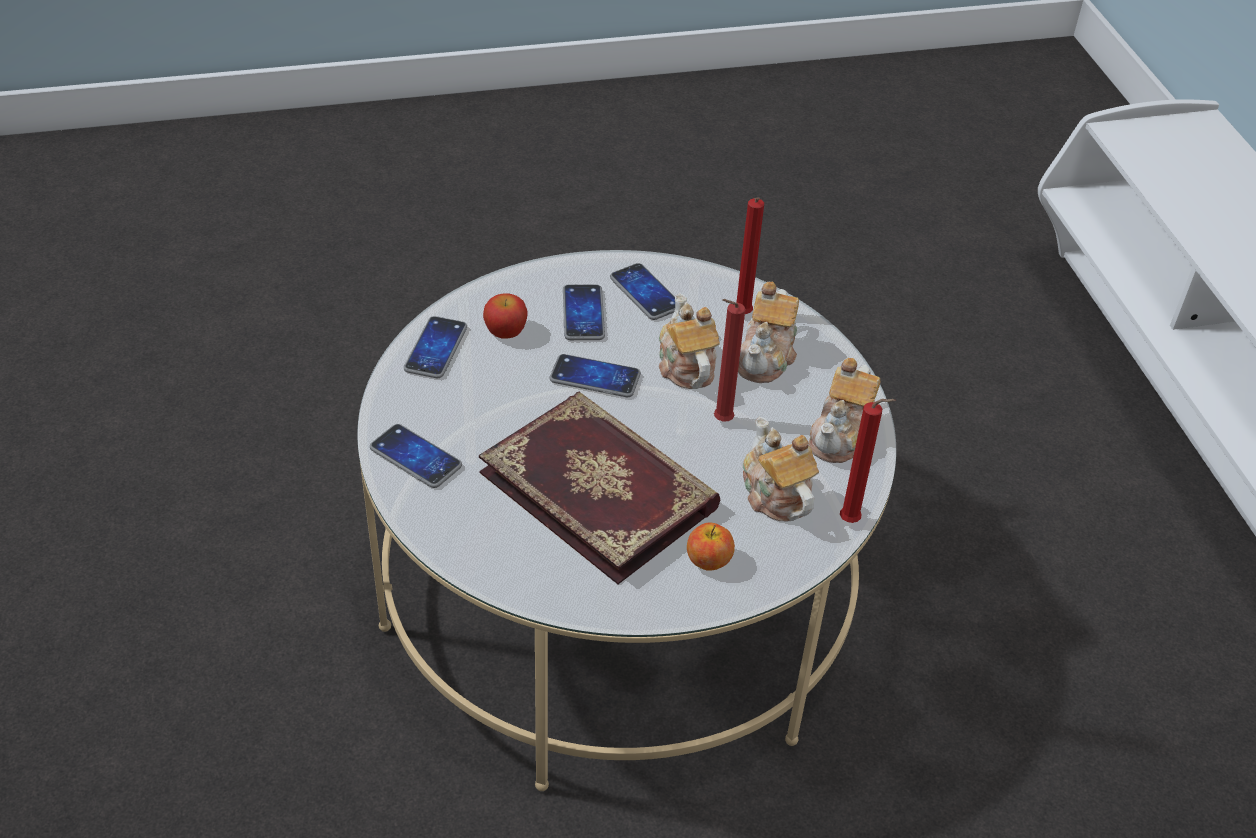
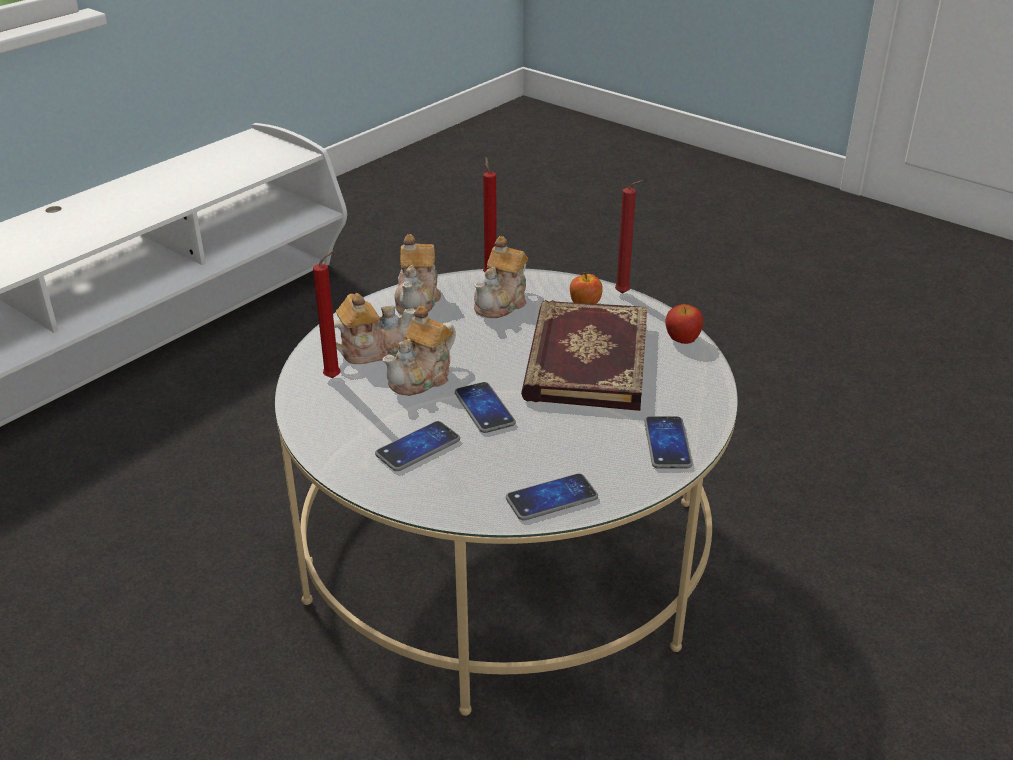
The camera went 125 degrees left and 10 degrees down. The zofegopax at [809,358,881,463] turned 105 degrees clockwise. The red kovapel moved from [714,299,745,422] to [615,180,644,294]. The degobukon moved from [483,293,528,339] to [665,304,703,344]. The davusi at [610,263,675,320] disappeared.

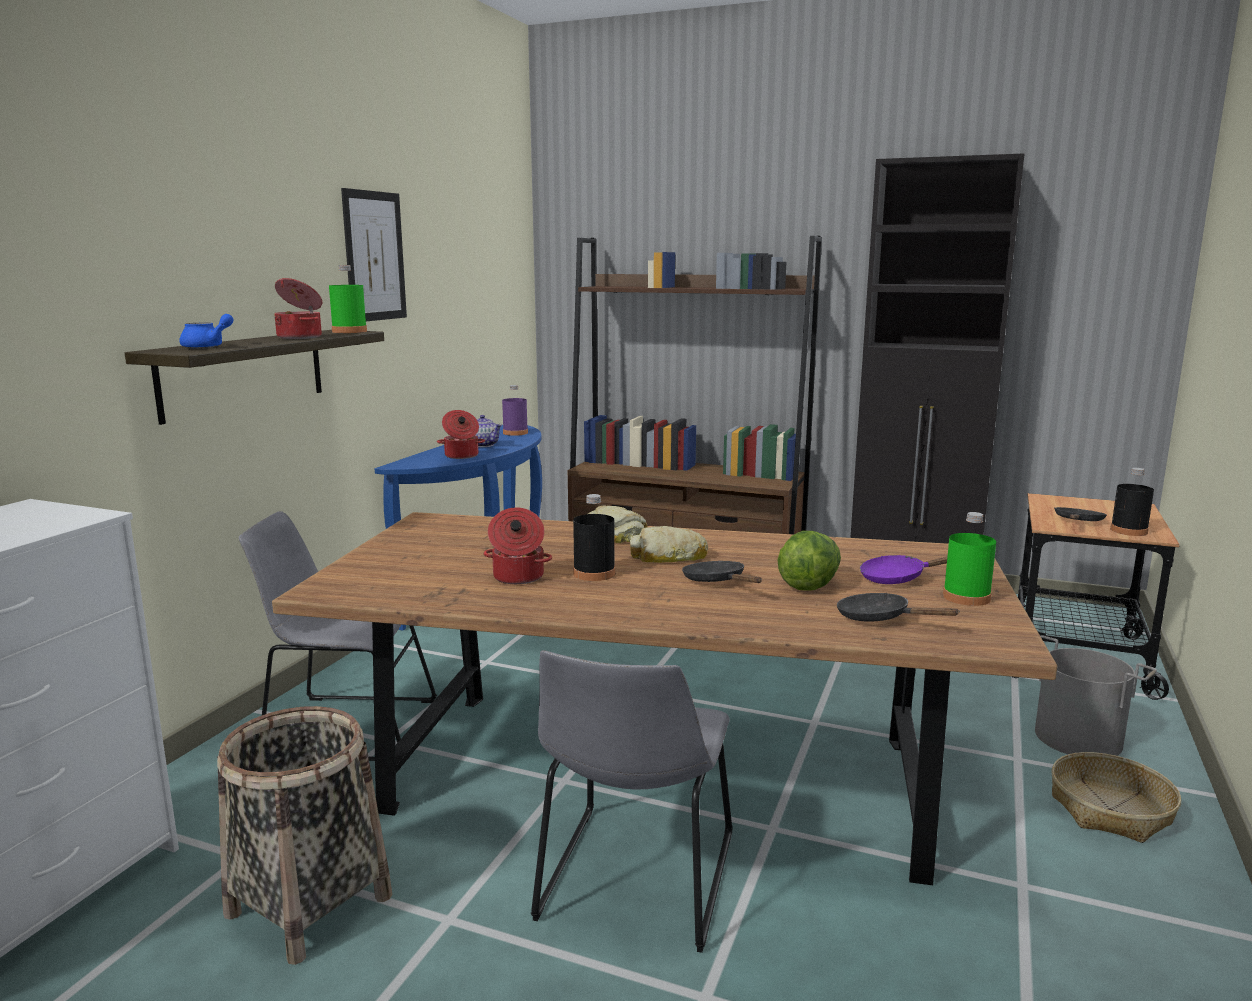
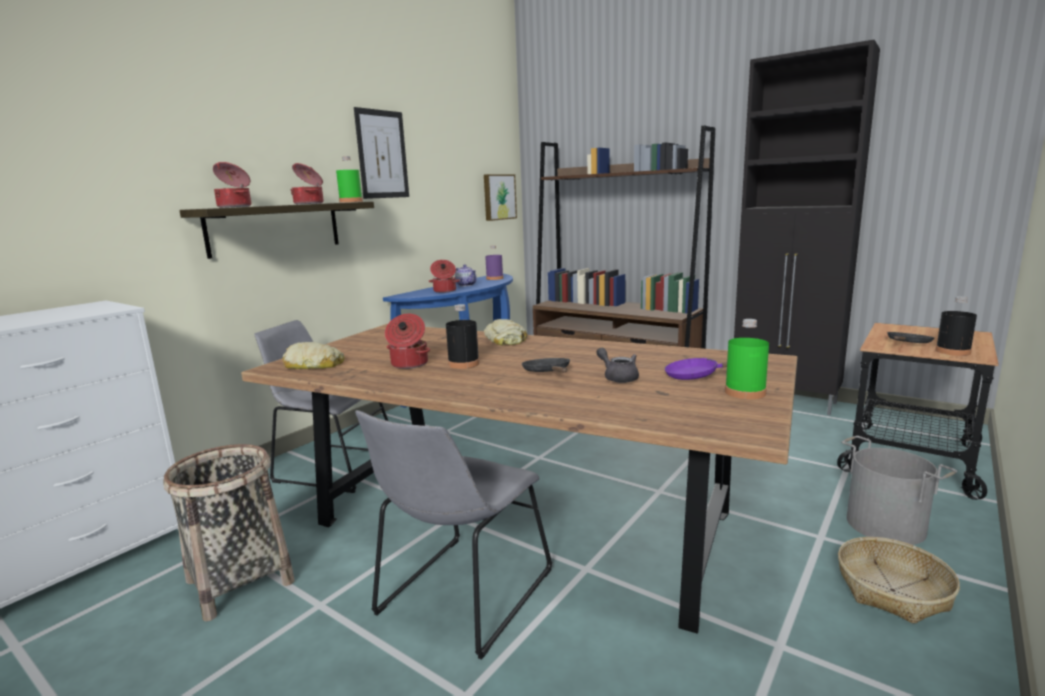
The camera went 15 degrees right and 0 degrees up. The blue zofegopax at [179,314,234,348] was replaced by the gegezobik at [213,162,251,208]. The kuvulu moved from [630,526,708,563] to [283,342,344,369]. The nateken at [484,174,517,221] appeared. The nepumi at [777,531,841,591] was replaced by the grey zofegopax at [596,348,639,383]. The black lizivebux at [837,593,960,622] disappeared.

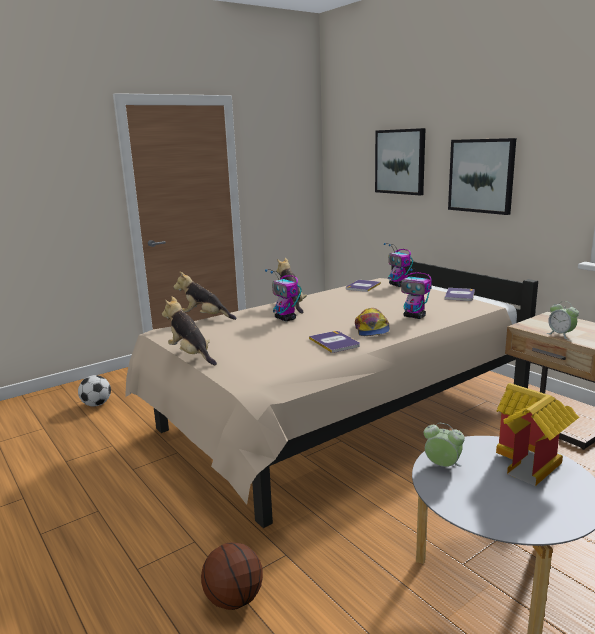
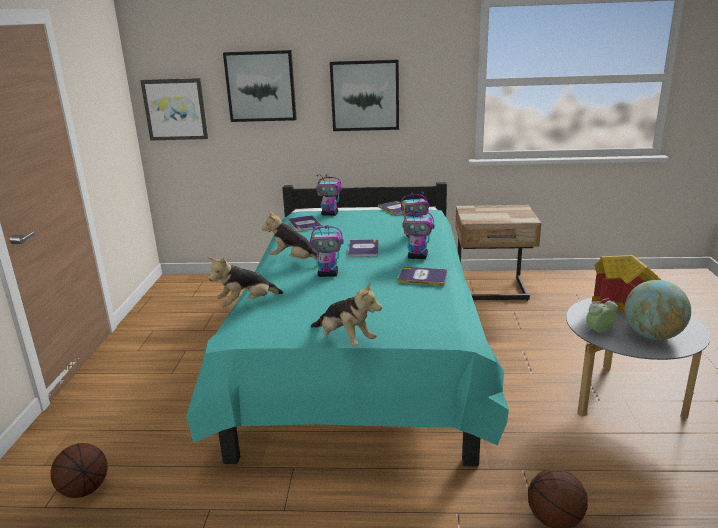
The camera went 50 degrees left and 5 degrees up. The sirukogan at [78,375,111,407] was replaced by the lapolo at [50,443,108,498]. The nateken at [140,78,208,140] appeared. The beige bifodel at [125,261,538,528] became the turquoise bifodel at [186,182,509,466]. The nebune at [162,296,217,365] turned 135 degrees counterclockwise. The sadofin at [348,239,378,257] appeared. The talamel at [355,308,390,336] was replaced by the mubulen at [402,209,434,259]. The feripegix at [624,280,691,340] appeared. The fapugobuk at [547,301,579,340] disappeared.

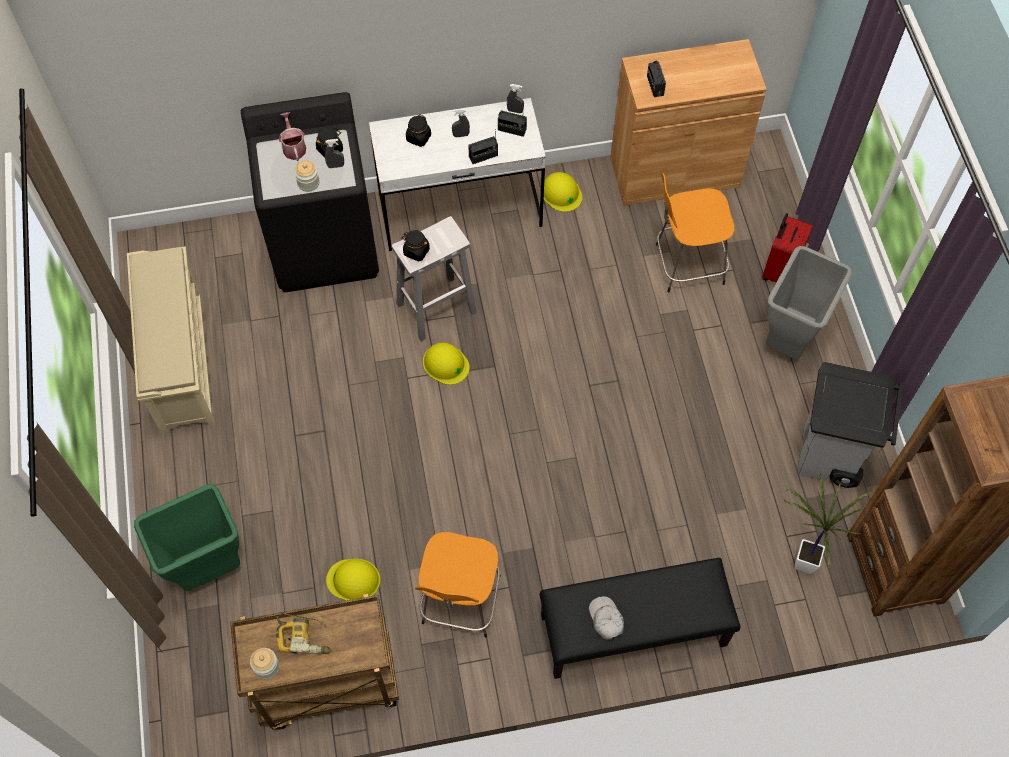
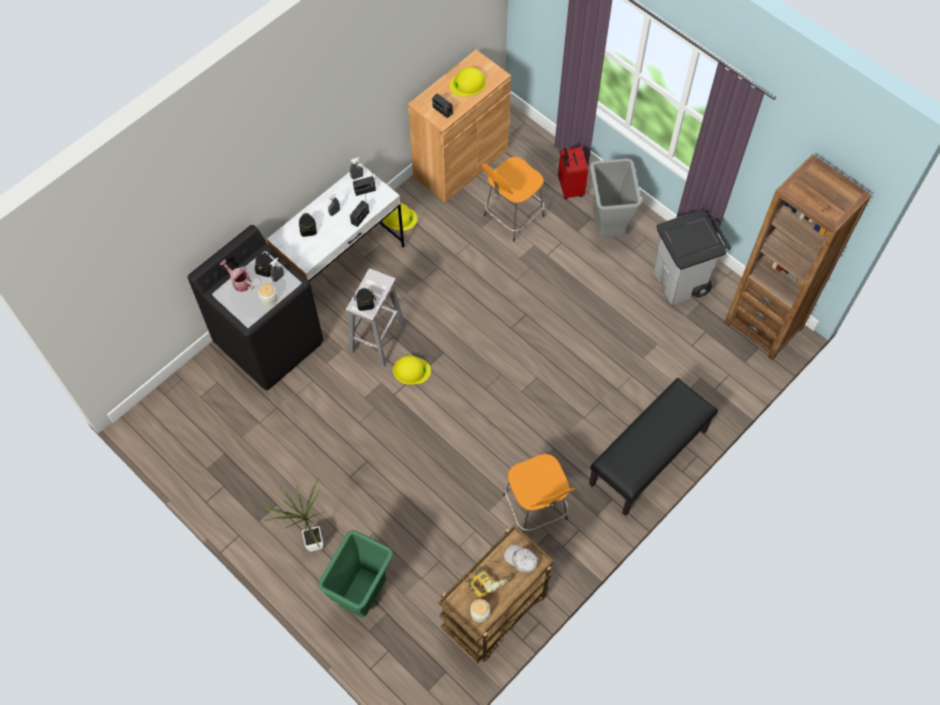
The camera went 35 degrees left and 0 degrees up. The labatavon moved from [783,472,873,574] to [265,477,326,552]. The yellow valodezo moved from [326,559,380,601] to [450,67,486,97]. The white talamel moved from [589,596,624,640] to [504,545,538,573]. The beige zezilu at [127,246,215,435] disappeared.

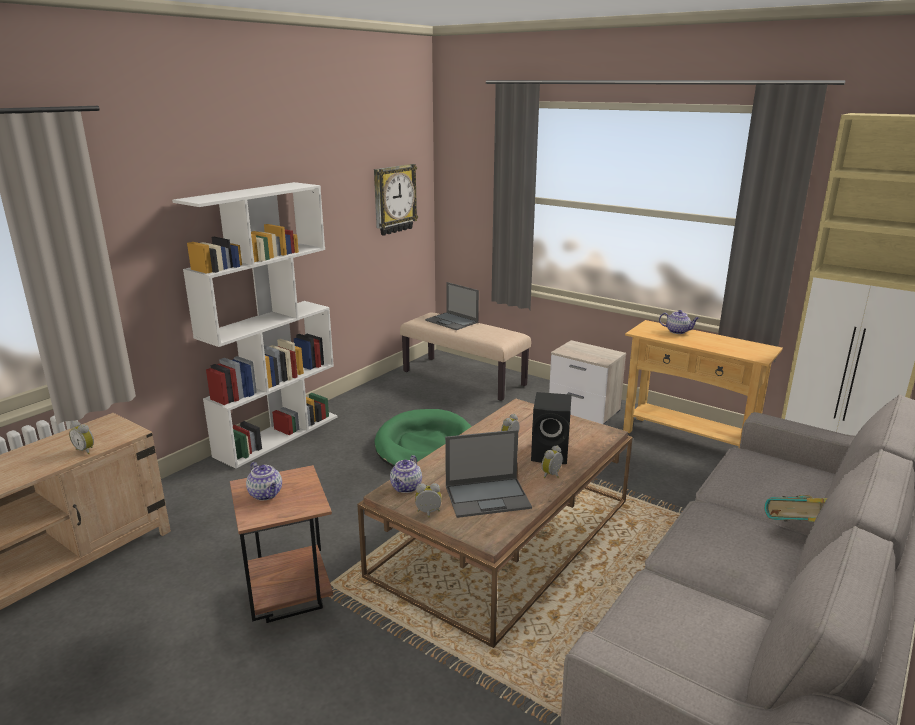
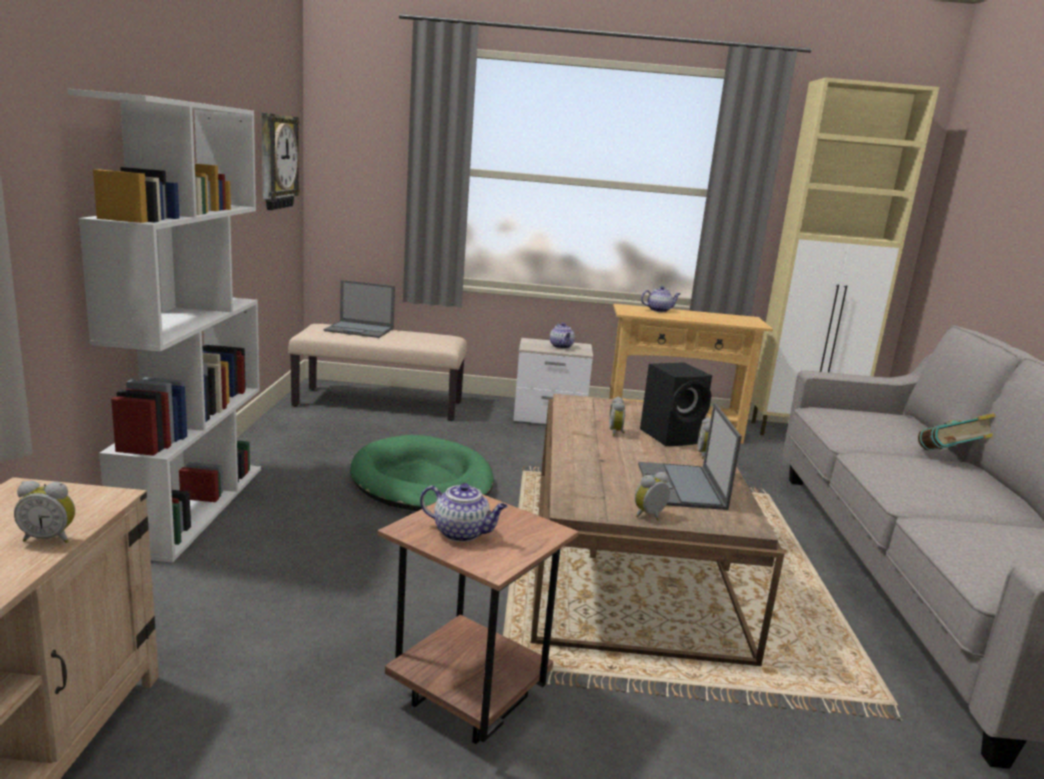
The camera went 35 degrees left and 5 degrees down. The zofegopax moved from [390,455,422,493] to [550,323,575,349]. The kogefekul at [445,430,532,518] turned 135 degrees clockwise.

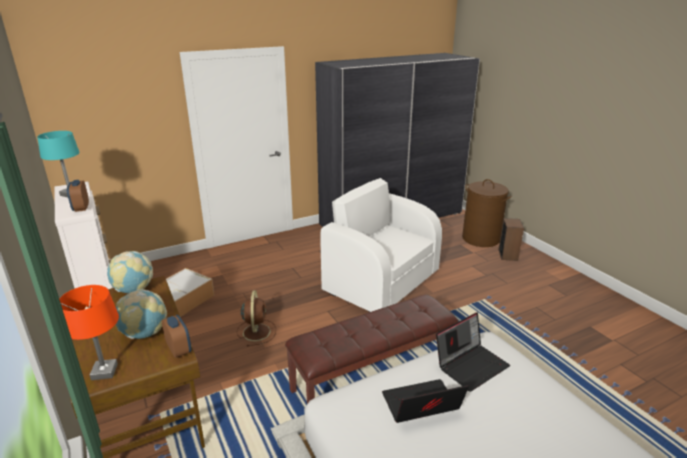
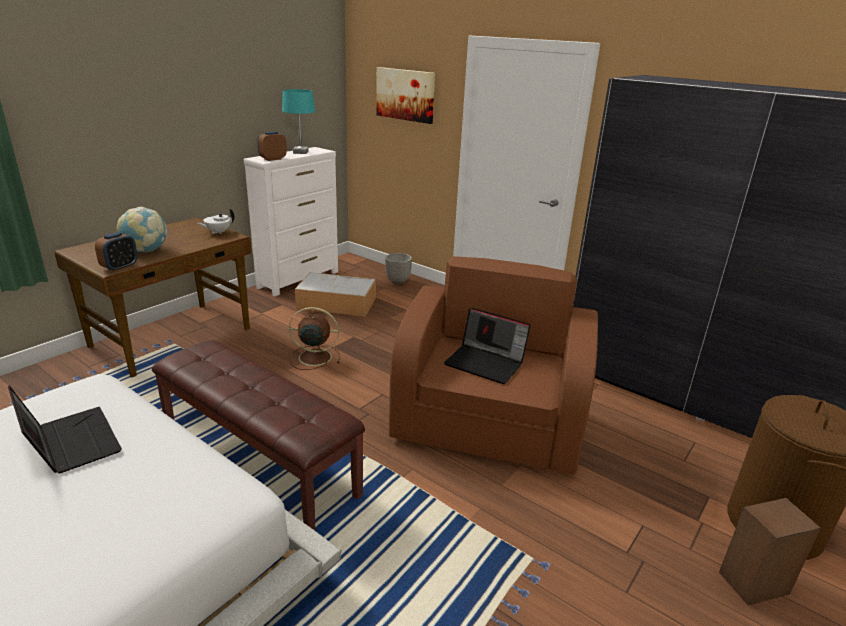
The camera went 65 degrees right and 0 degrees up. The feripegix at [107,251,153,293] was replaced by the white zofegopax at [198,209,235,234]. The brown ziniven at [237,290,276,346] turned 150 degrees counterclockwise. The nateken at [376,67,435,124] appeared. The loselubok at [385,253,412,284] appeared. The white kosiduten at [321,178,442,312] became the brown kosiduten at [389,256,598,475]. The kogefekul moved from [436,312,510,392] to [444,308,531,384]. The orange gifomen at [59,285,119,380] disappeared.

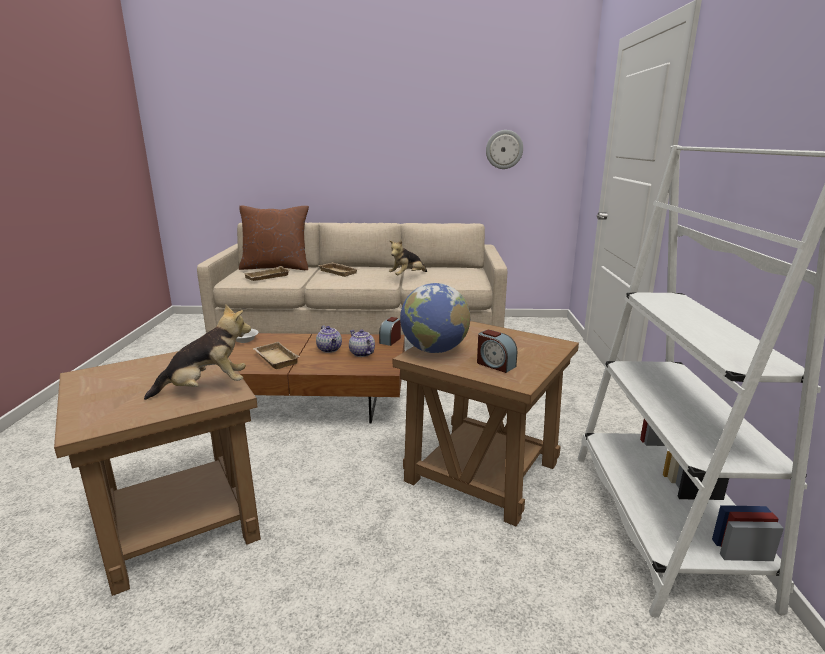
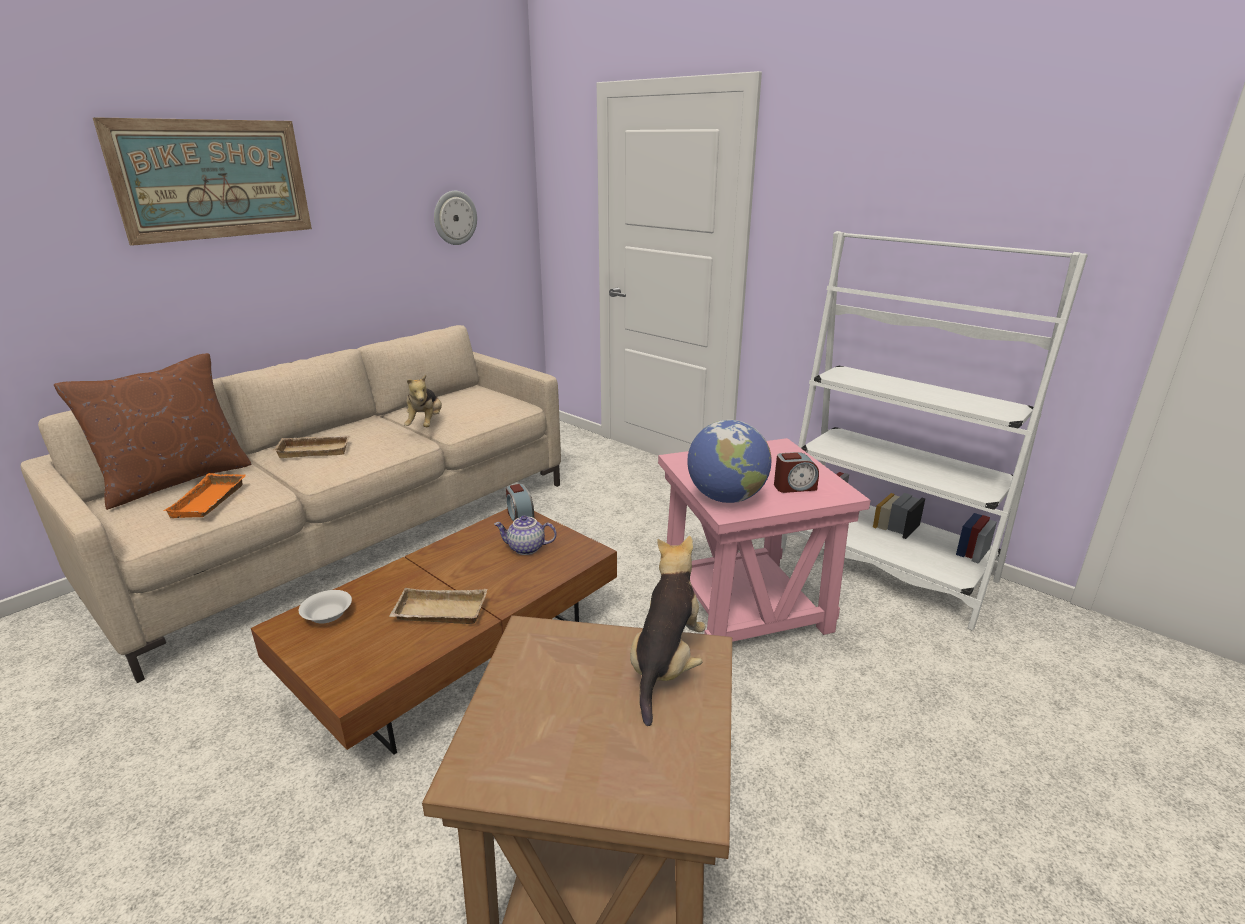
The camera went 50 degrees left and 5 degrees up. The nateken at [93,117,312,246] appeared. The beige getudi at [244,266,290,281] became the orange getudi at [163,473,246,518]. The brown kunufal at [393,321,579,526] became the pink kunufal at [658,438,871,642]. The zofegopax at [316,325,342,353] disappeared.

